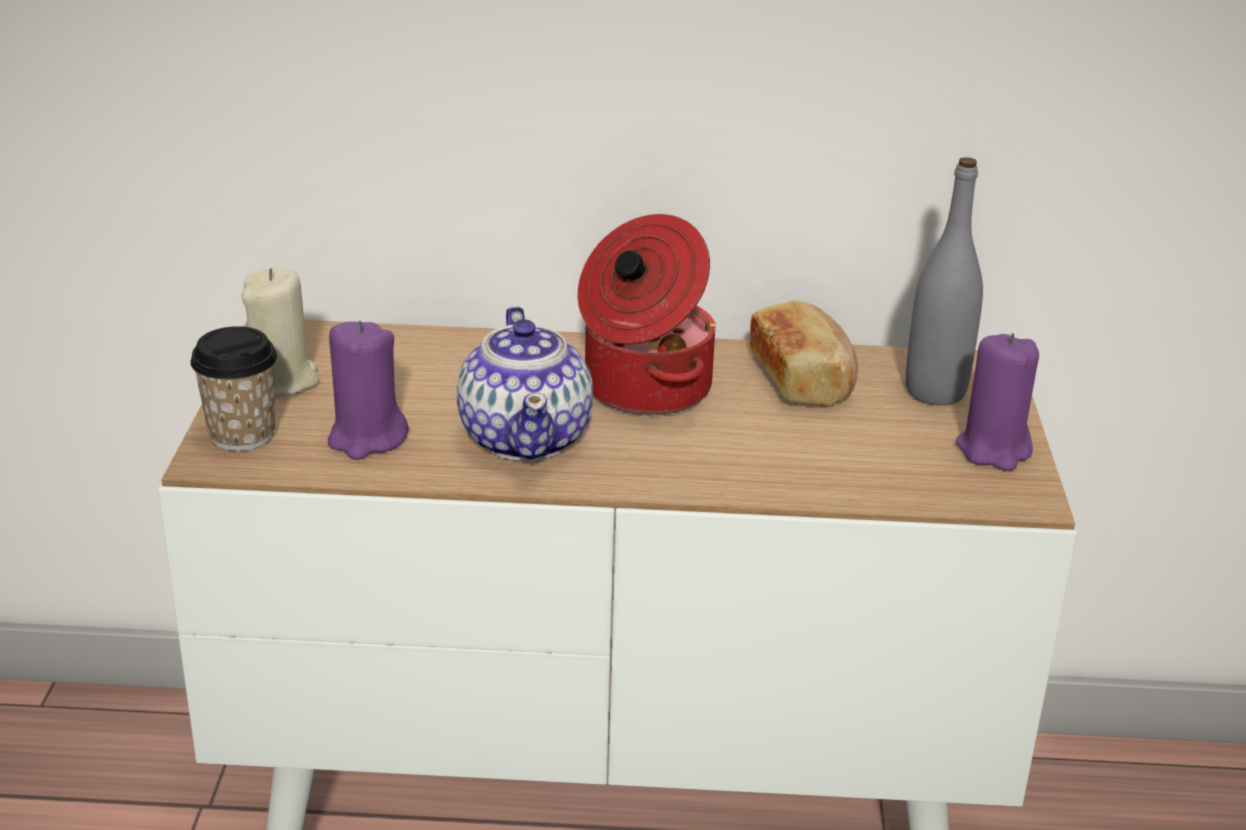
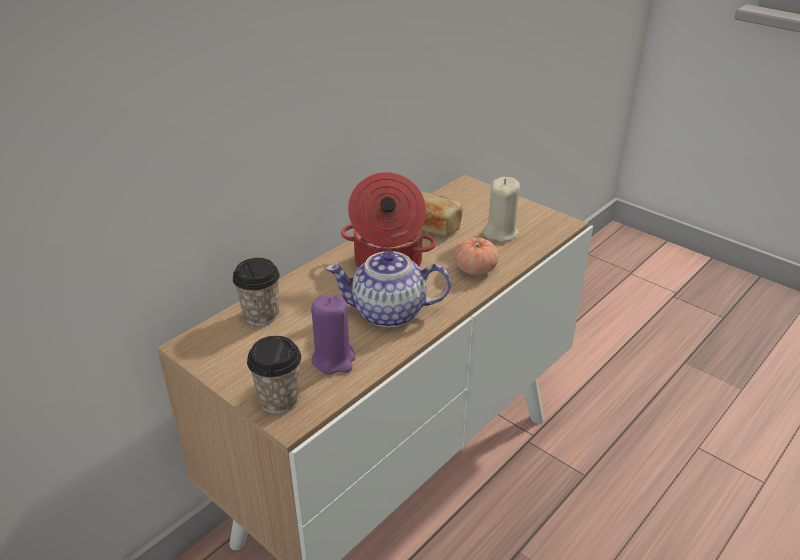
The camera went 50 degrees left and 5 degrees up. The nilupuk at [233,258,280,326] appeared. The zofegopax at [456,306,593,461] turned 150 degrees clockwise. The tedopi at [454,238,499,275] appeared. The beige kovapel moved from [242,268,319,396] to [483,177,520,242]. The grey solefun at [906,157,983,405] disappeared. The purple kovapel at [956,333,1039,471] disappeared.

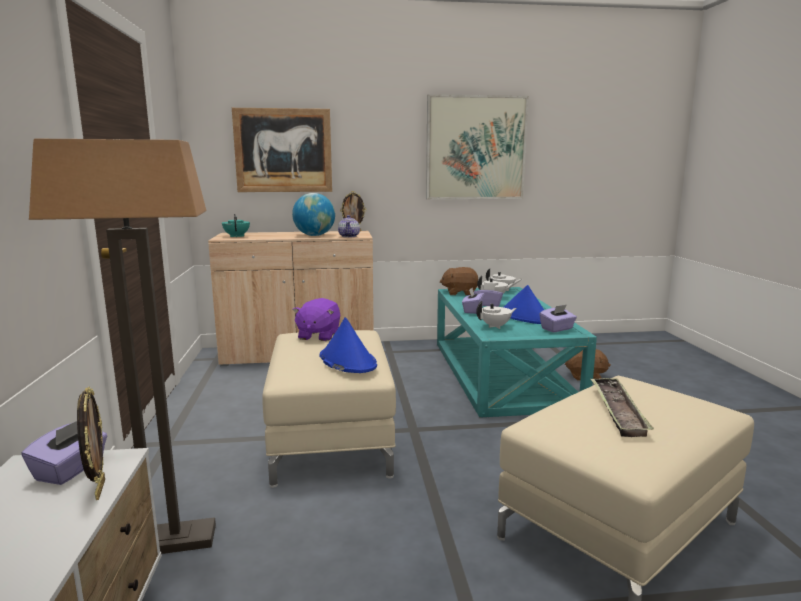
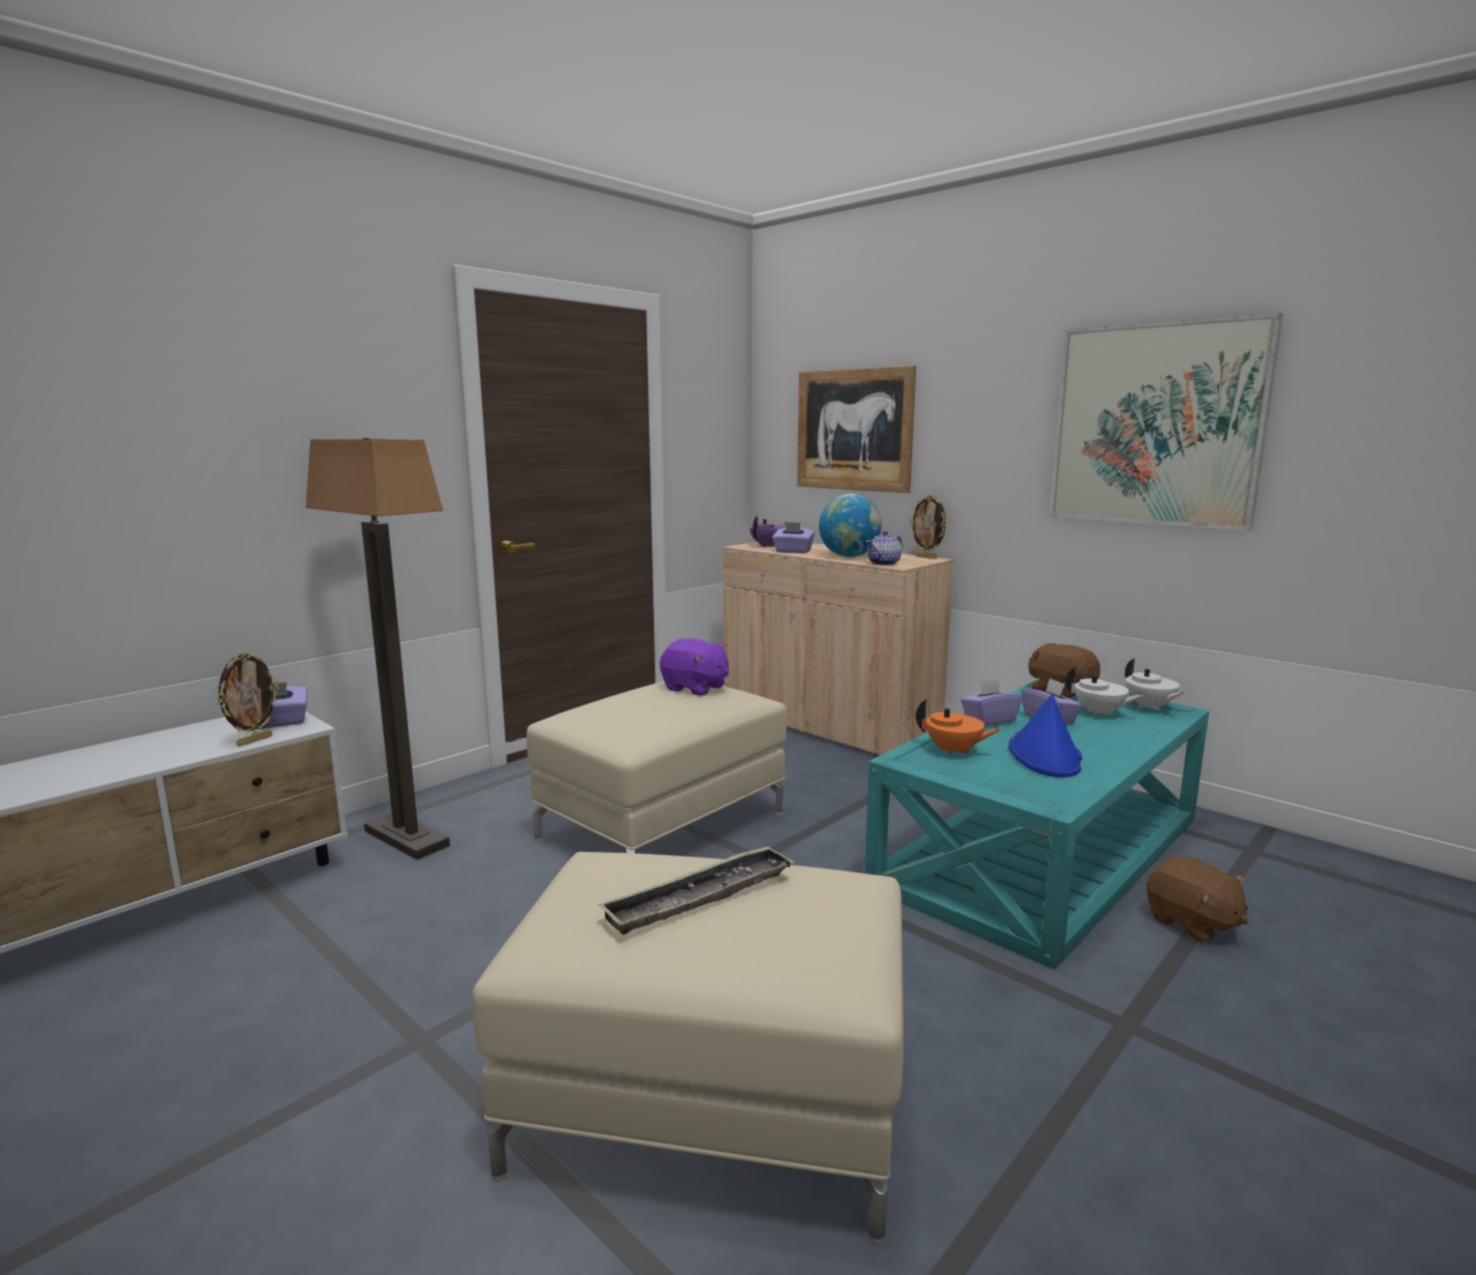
The camera went 50 degrees right and 0 degrees up. The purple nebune at [292,298,340,341] turned 120 degrees counterclockwise. The turquoise zofegopax at [222,214,250,238] became the purple zofegopax at [750,515,786,547]. The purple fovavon moved from [539,305,577,332] to [772,522,815,553]. The white zofegopax at [476,301,517,329] became the orange zofegopax at [916,699,1001,756]. The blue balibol at [320,317,377,373] disappeared.

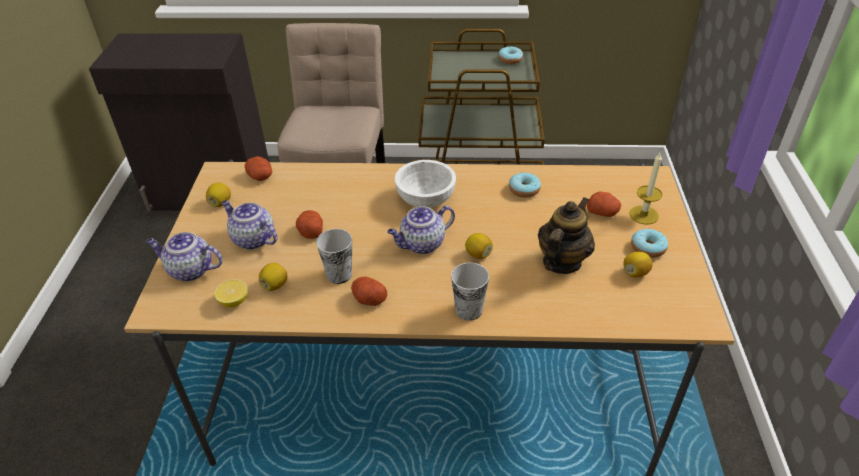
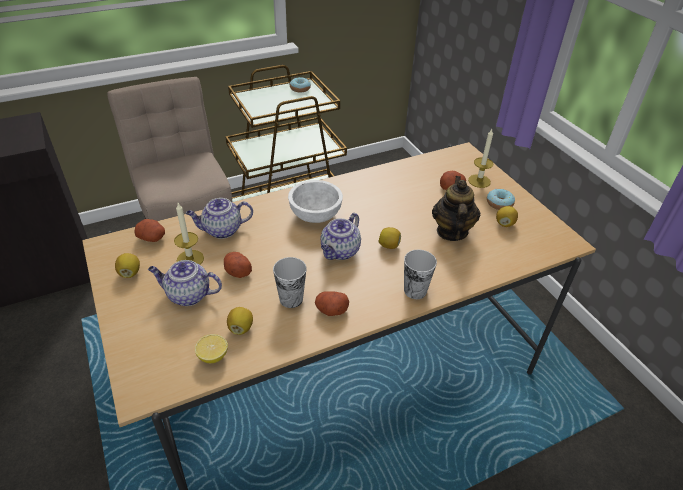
The camera went 30 degrees left and 0 degrees up. The kovapel at [174,203,204,265] appeared. The zofegopax moved from [146,232,223,281] to [186,198,253,239]. The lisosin at [509,172,541,198] disappeared.

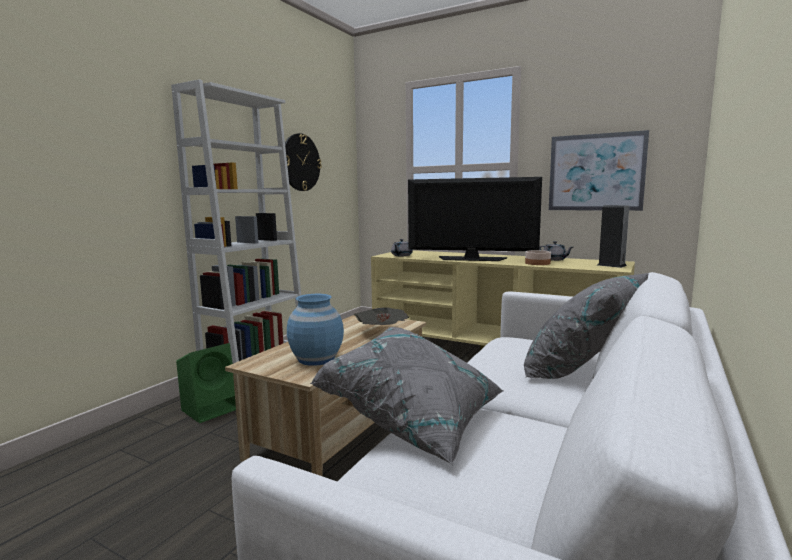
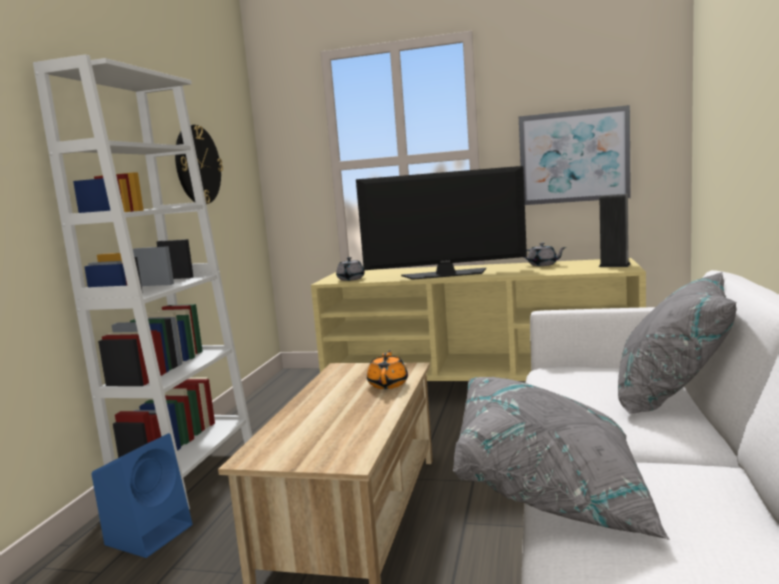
The camera went 15 degrees left and 0 degrees up. The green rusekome at [176,343,236,423] became the blue rusekome at [92,433,192,558]. The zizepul at [354,307,409,325] was replaced by the orange zofegopax at [367,350,408,389]. The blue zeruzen at [287,294,344,366] disappeared. The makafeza at [525,250,551,265] disappeared.

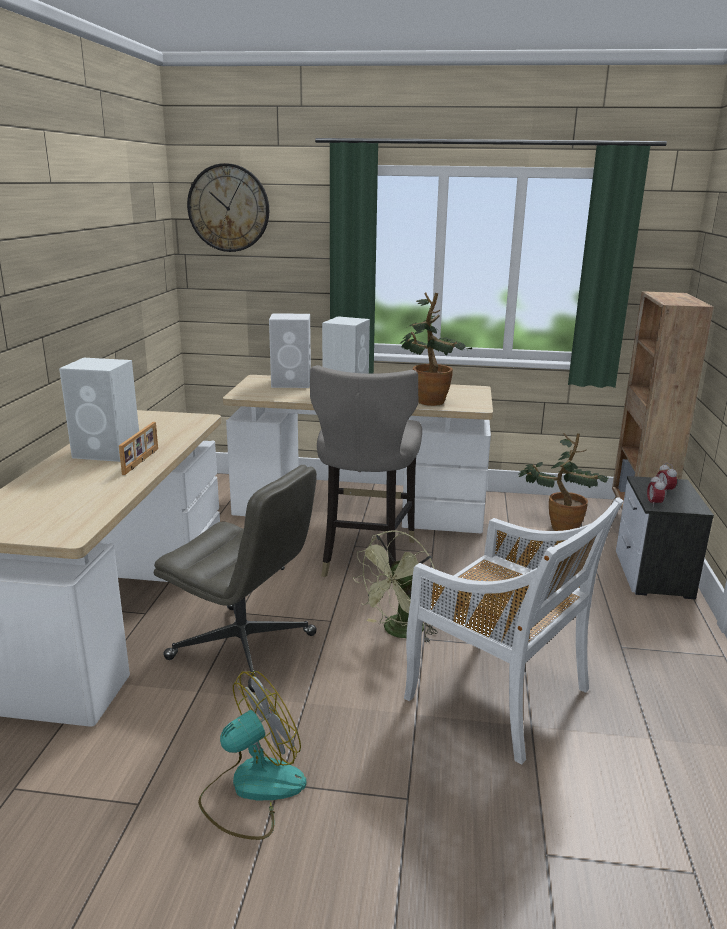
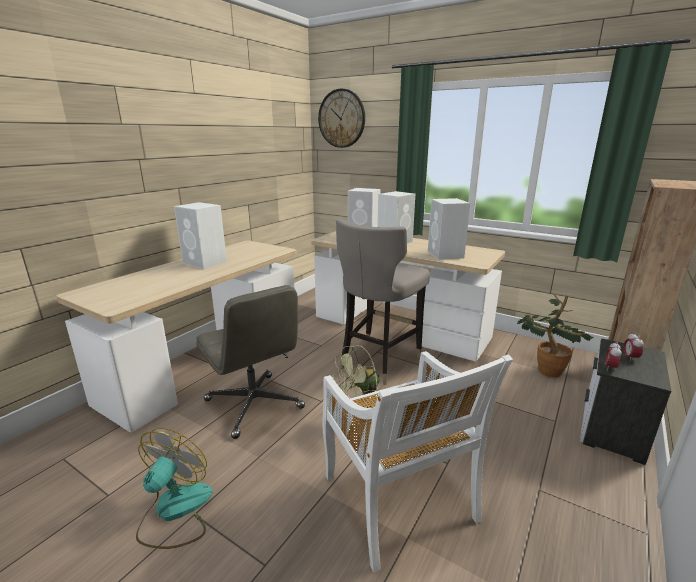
The camera went 25 degrees right and 0 degrees up. The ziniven at [198,671,306,840] turned 60 degrees counterclockwise. The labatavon at [399,293,472,406] was replaced by the white rusekome at [428,198,470,260]. The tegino at [119,422,158,475] disappeared.

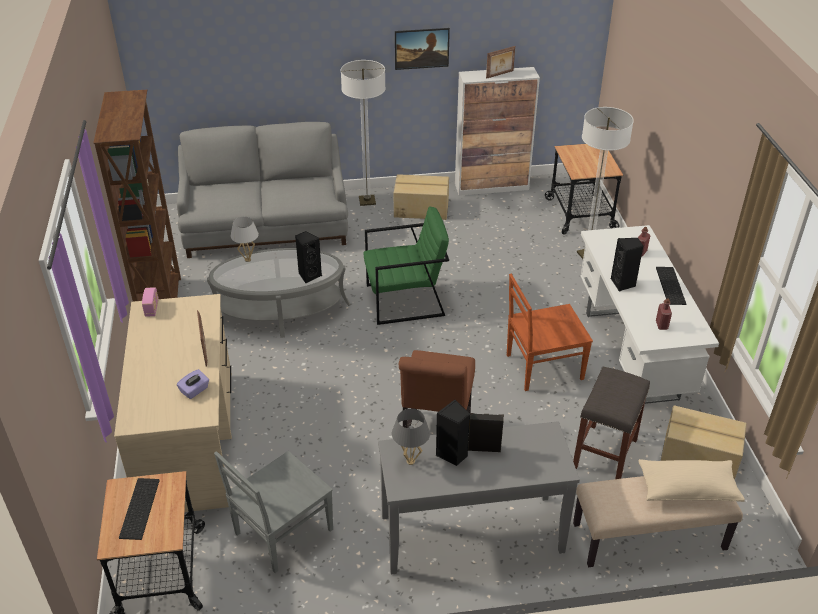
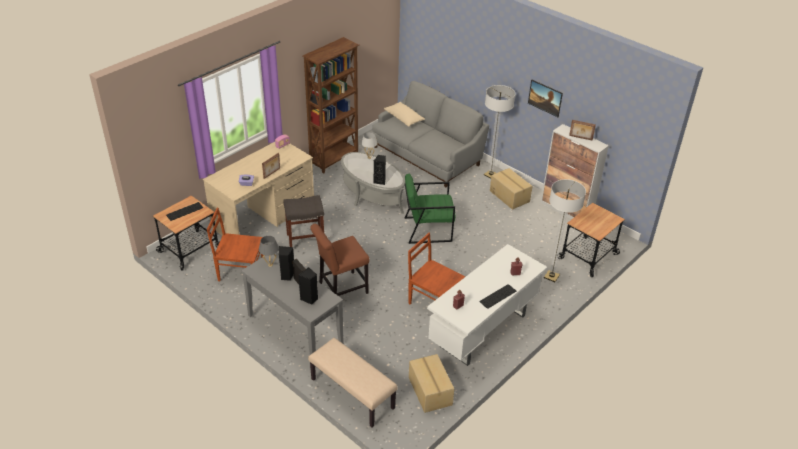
The camera went 50 degrees right and 0 degrees up. The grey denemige at [214,451,333,573] became the brown denemige at [207,208,264,281]. The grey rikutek moved from [573,367,650,479] to [283,195,324,247]. The black rusekome moved from [611,238,643,291] to [298,267,318,304]. The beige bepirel moved from [639,459,745,502] to [384,102,425,127]. The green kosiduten at [364,207,449,325] turned 135 degrees clockwise.

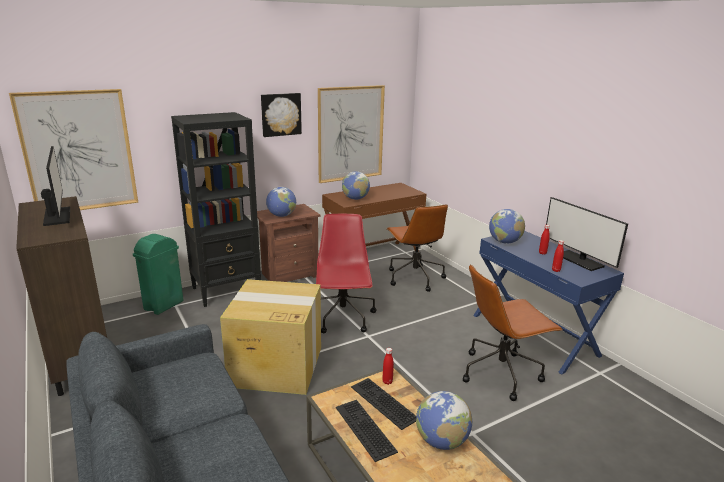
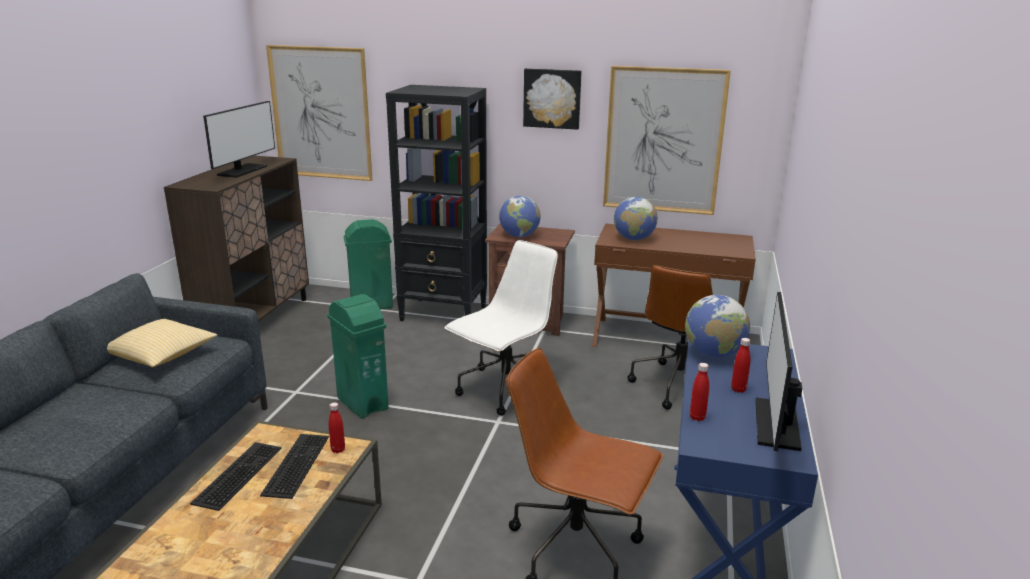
The camera went 45 degrees right and 0 degrees up. The bepirel at [107,319,217,367] appeared. The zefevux at [220,279,321,395] was replaced by the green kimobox at [327,294,389,418]. The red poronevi at [316,214,377,334] became the white poronevi at [444,240,558,416]. The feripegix at [416,391,472,450] disappeared.

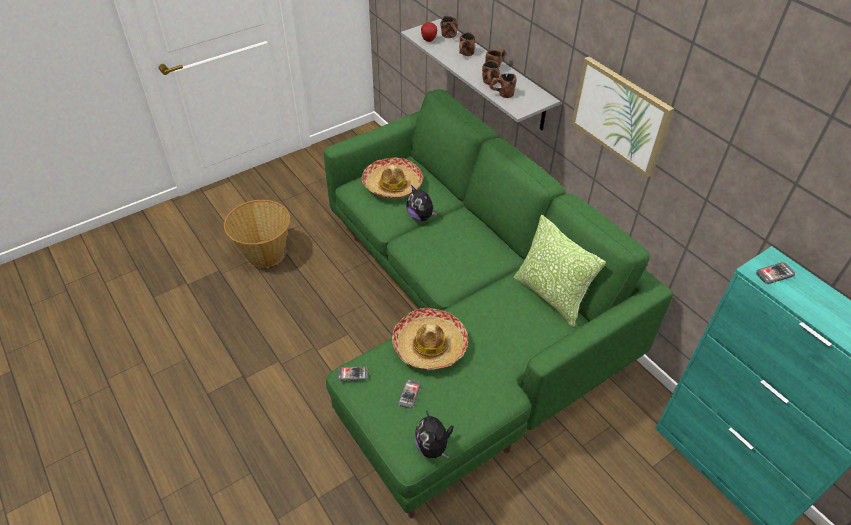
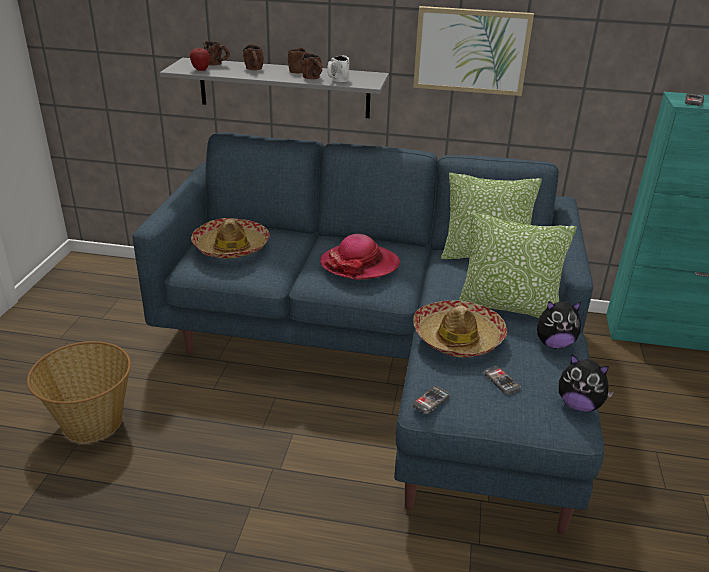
The camera went 45 degrees left and 15 degrees down. The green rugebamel at [324,89,673,519] became the blue rugebamel at [132,132,604,534]. The balibol at [320,234,400,280] appeared. The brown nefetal at [490,74,516,98] became the white nefetal at [328,55,349,82]. The bepirel at [459,212,576,318] appeared. The nebune moved from [406,185,438,221] to [537,301,581,349].

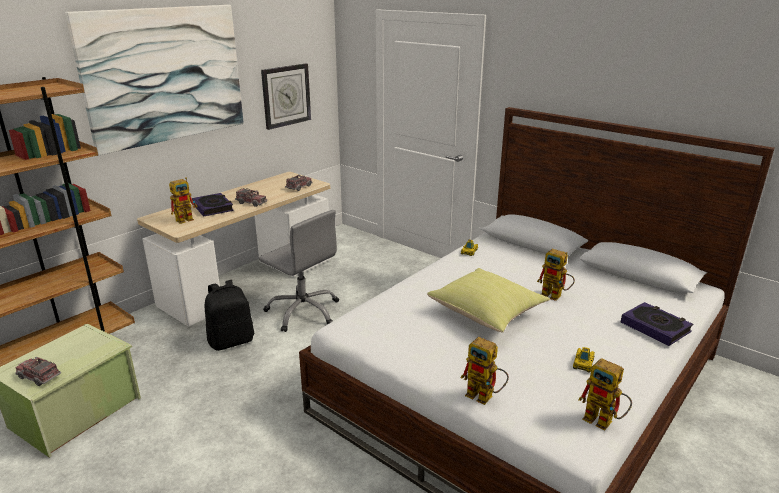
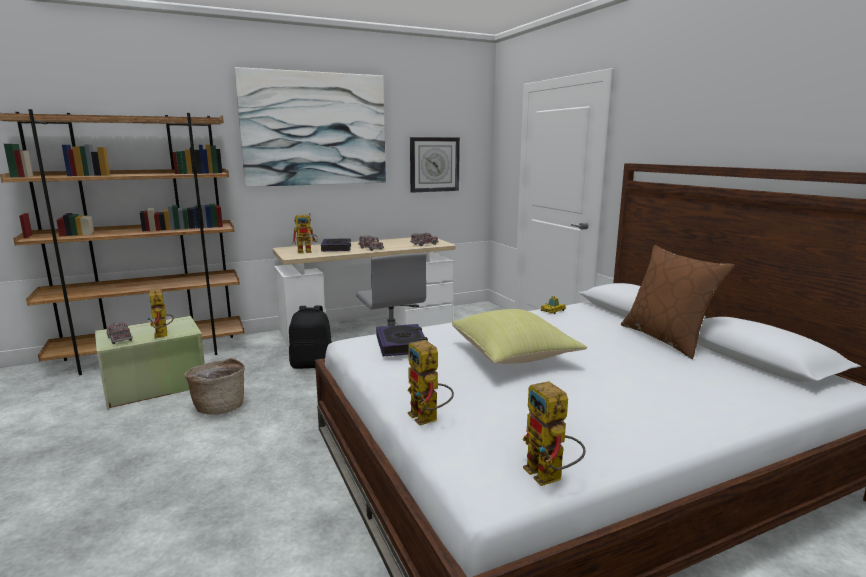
The camera went 25 degrees right and 10 degrees down. The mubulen moved from [537,249,575,301] to [148,289,174,339]. The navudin at [184,358,245,415] appeared. The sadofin moved from [621,302,693,346] to [376,324,428,356]. The brown bepirel at [621,245,735,359] appeared. The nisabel at [573,347,595,373] disappeared.

